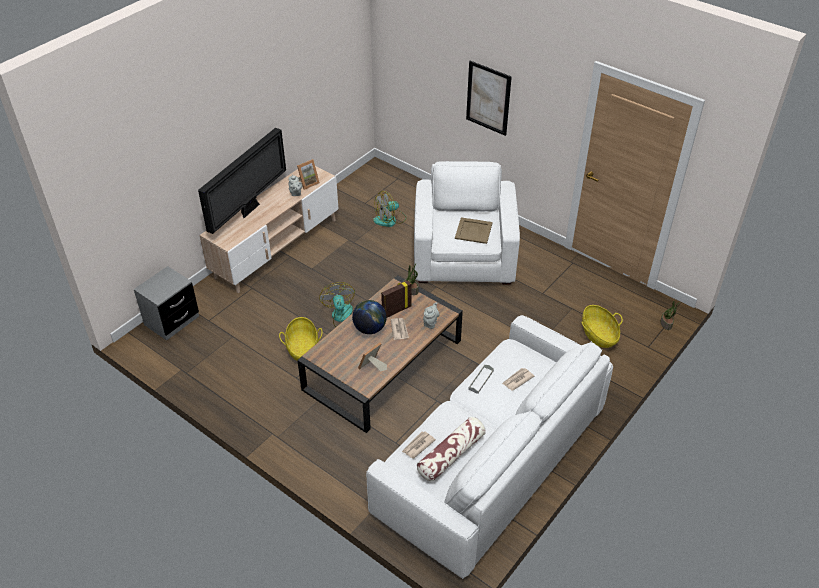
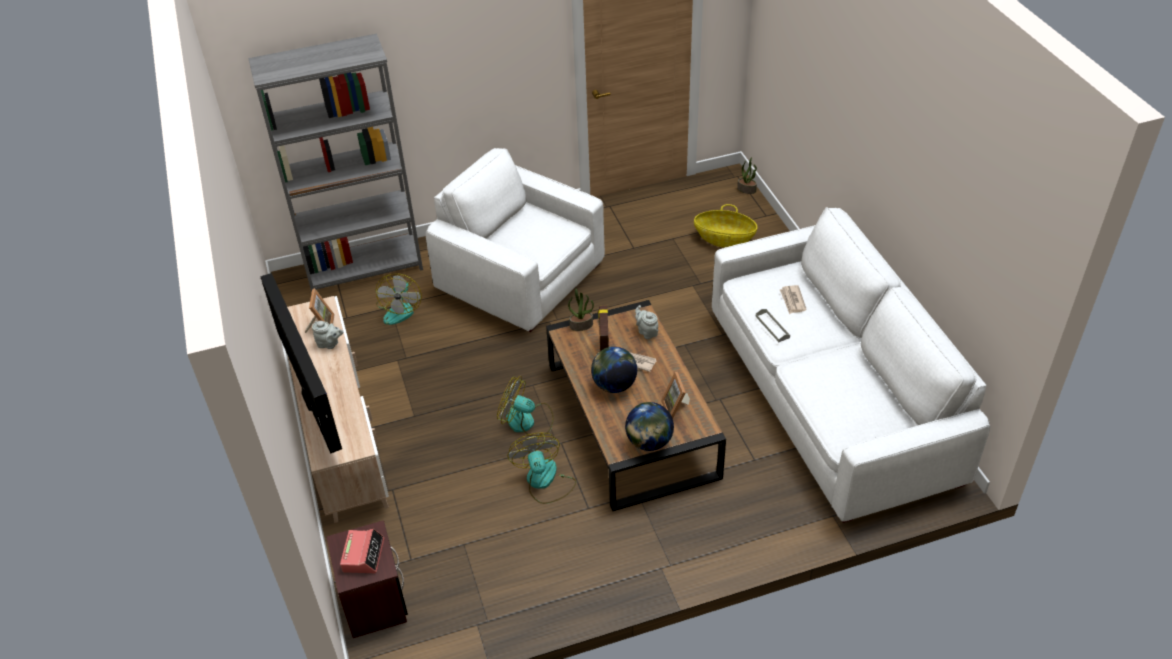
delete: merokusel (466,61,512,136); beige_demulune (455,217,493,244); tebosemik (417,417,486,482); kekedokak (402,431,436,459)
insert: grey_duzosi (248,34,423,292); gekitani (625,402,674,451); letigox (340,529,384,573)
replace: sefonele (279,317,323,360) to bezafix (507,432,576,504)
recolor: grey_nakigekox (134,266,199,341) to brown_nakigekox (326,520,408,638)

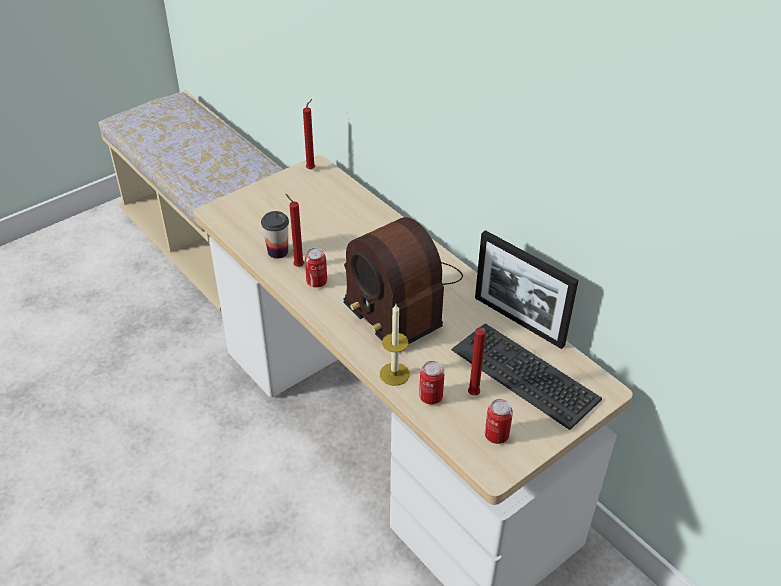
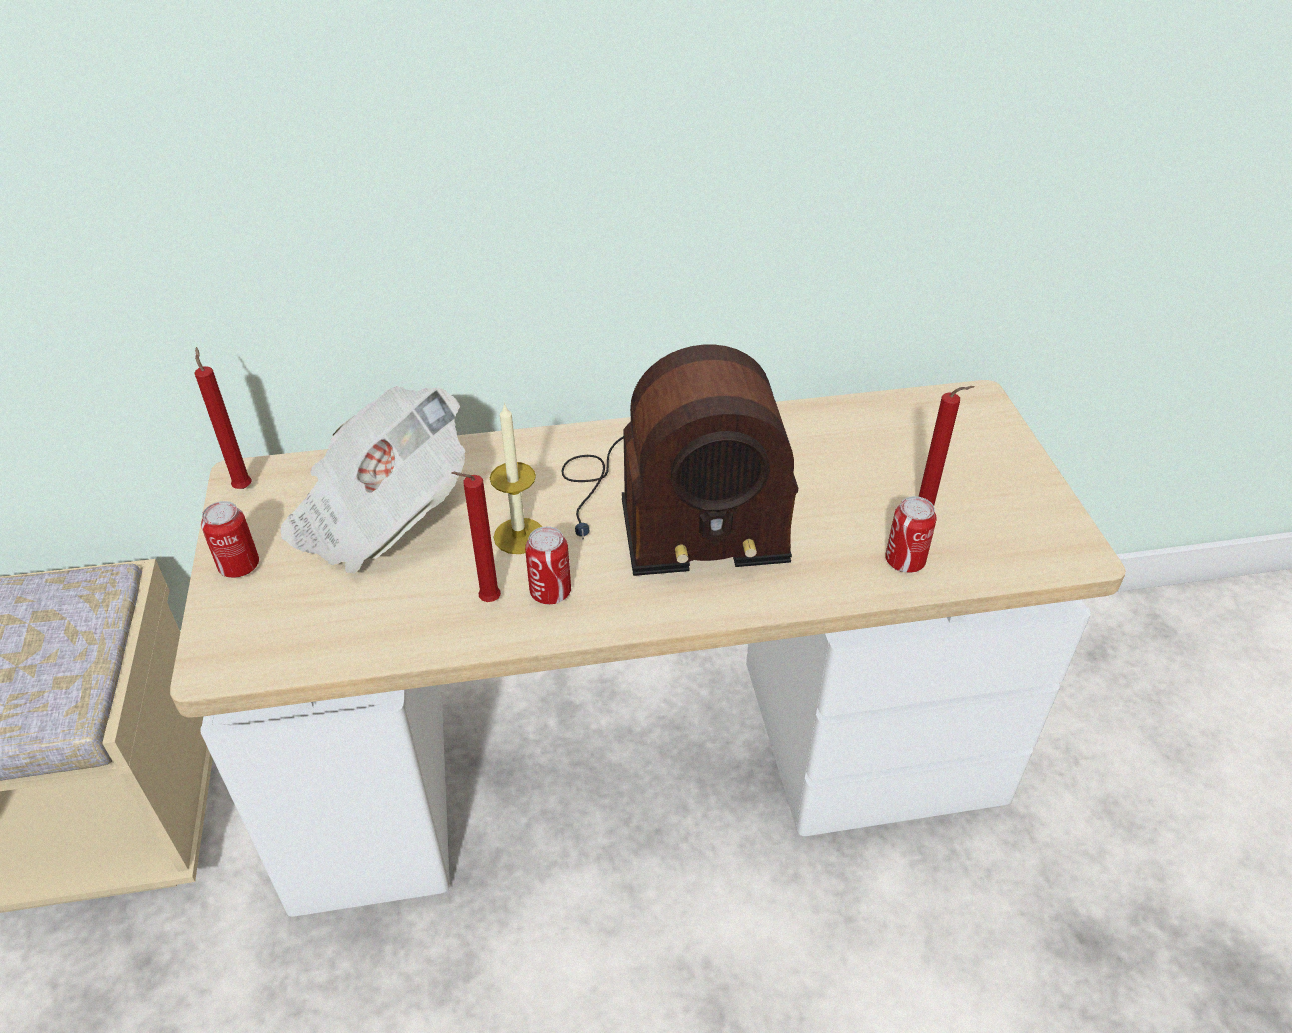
delete: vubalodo (261,211,289,259); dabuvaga (475,230,579,349); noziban (451,323,602,430)
insert: kekedokak (280,386,465,574)
move: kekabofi (380,304,410,386) to (490,402,542,554); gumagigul (485,399,513,444) to (201,501,259,578)

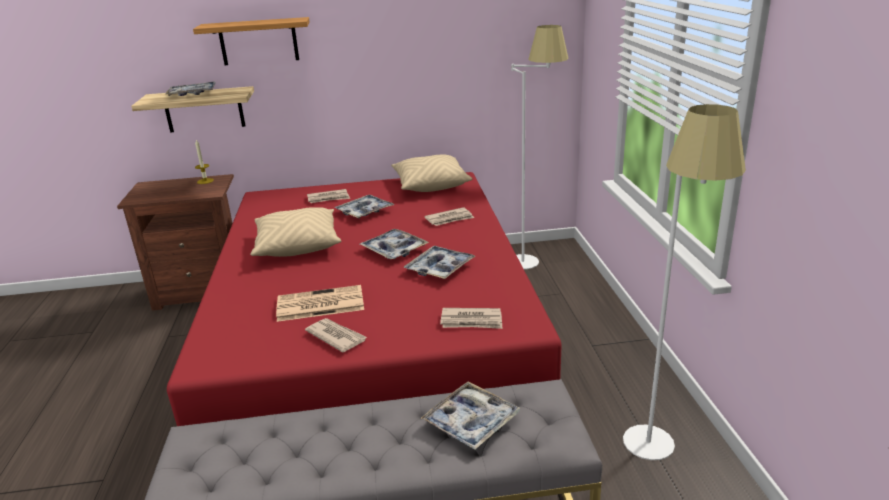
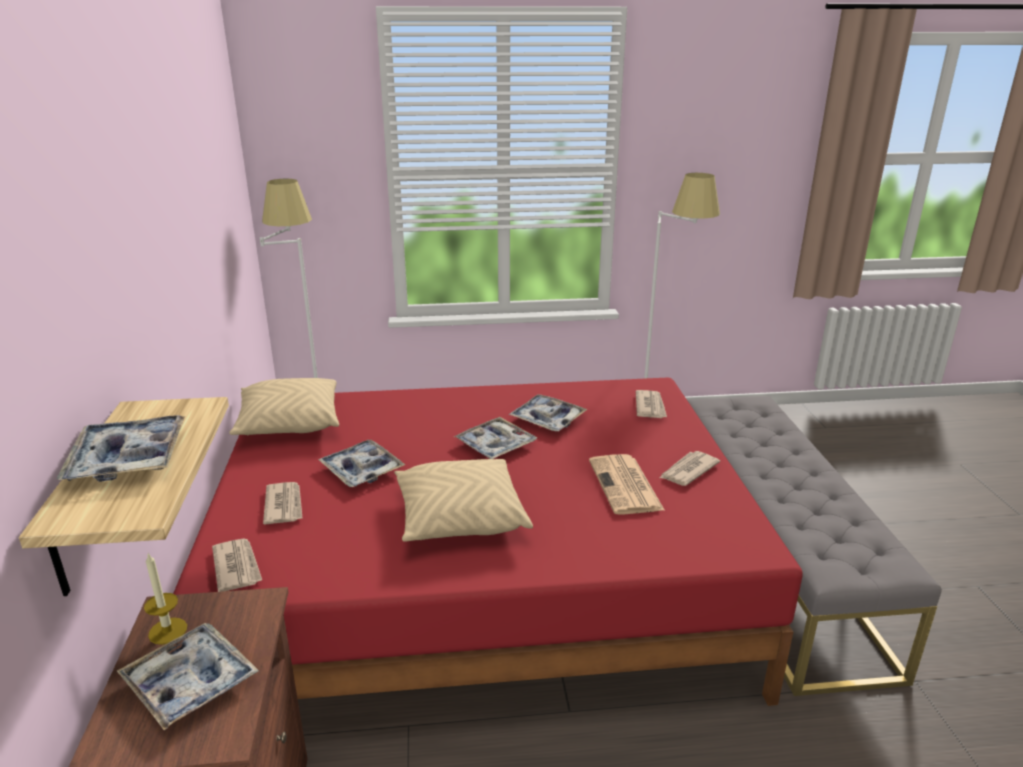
delete: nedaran (193,17,310,65)
move: kekedokak (424,207,474,226) to (212,538,262,592); demulune (420,381,520,450) to (117,623,259,730)

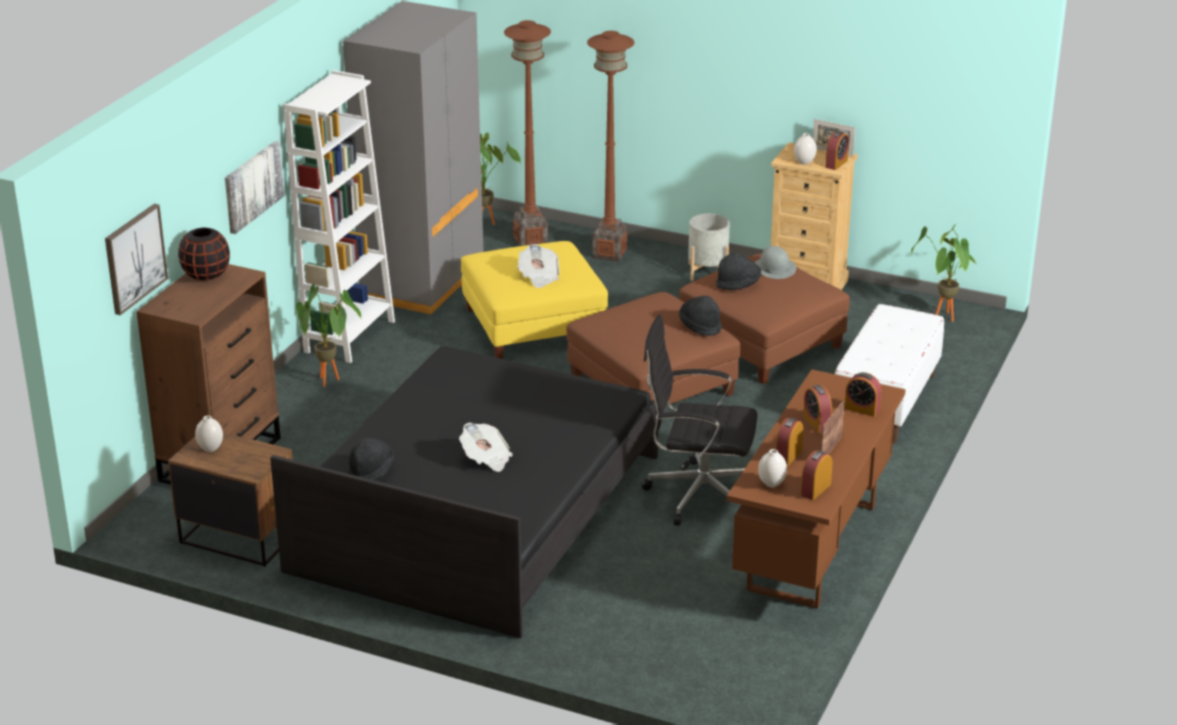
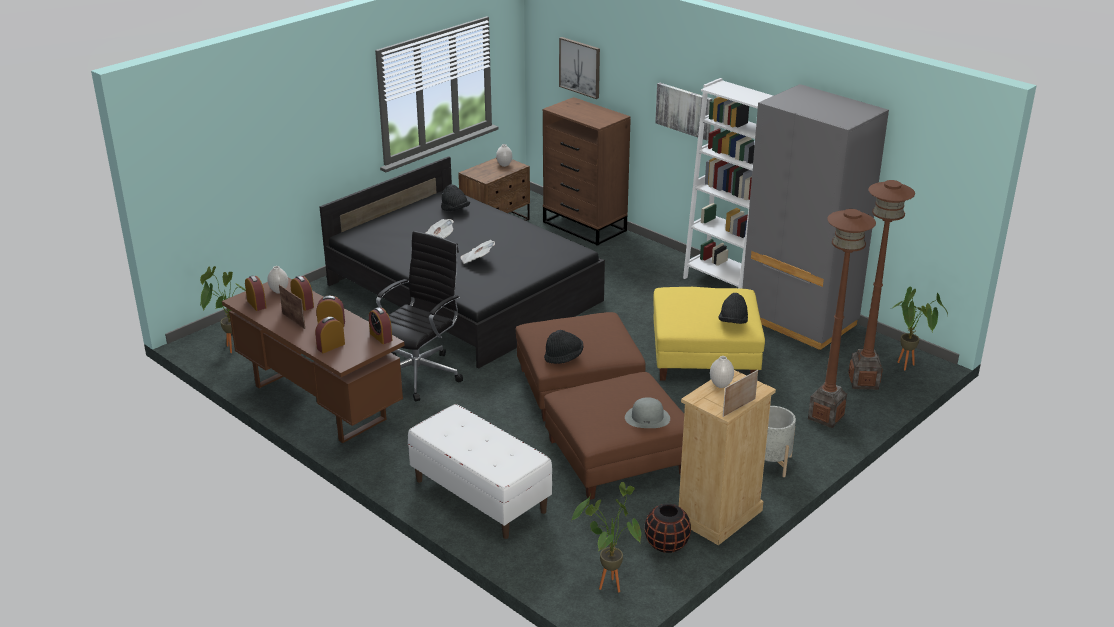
move: letigox (825,131,849,170) to (369,307,393,344); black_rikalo (178,228,230,281) to (645,504,691,553); kekedokak (518,244,560,288) to (460,240,495,264); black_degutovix (716,253,761,290) to (719,293,748,324); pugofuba (296,284,362,387) to (199,266,246,353)

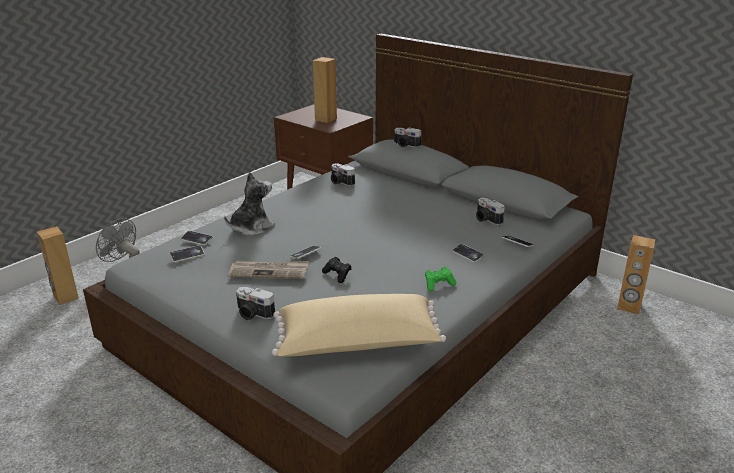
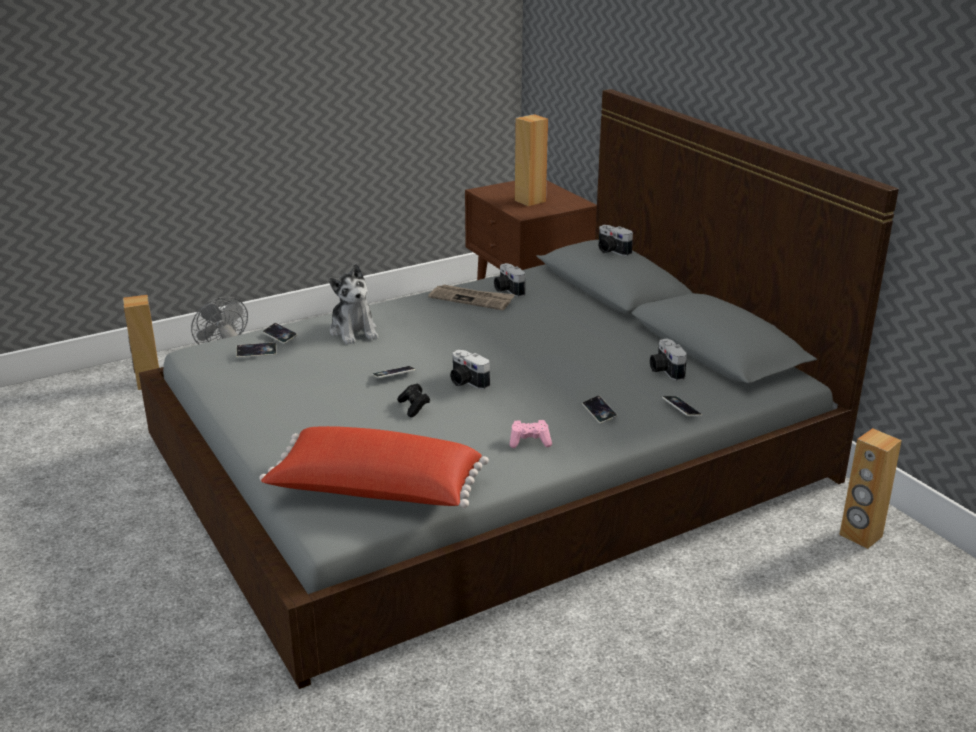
move: kekedokak (228,261,309,279) to (428,284,515,310); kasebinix (236,287,275,320) to (450,350,490,389)
recolor: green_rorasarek (425,267,456,291) to pink_rorasarek (509,420,552,448); beige_tebosemik (272,294,446,356) to red_tebosemik (259,426,489,508)
rotate: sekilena (224,171,275,236) = (329,264,378,345) 90 degrees clockwise

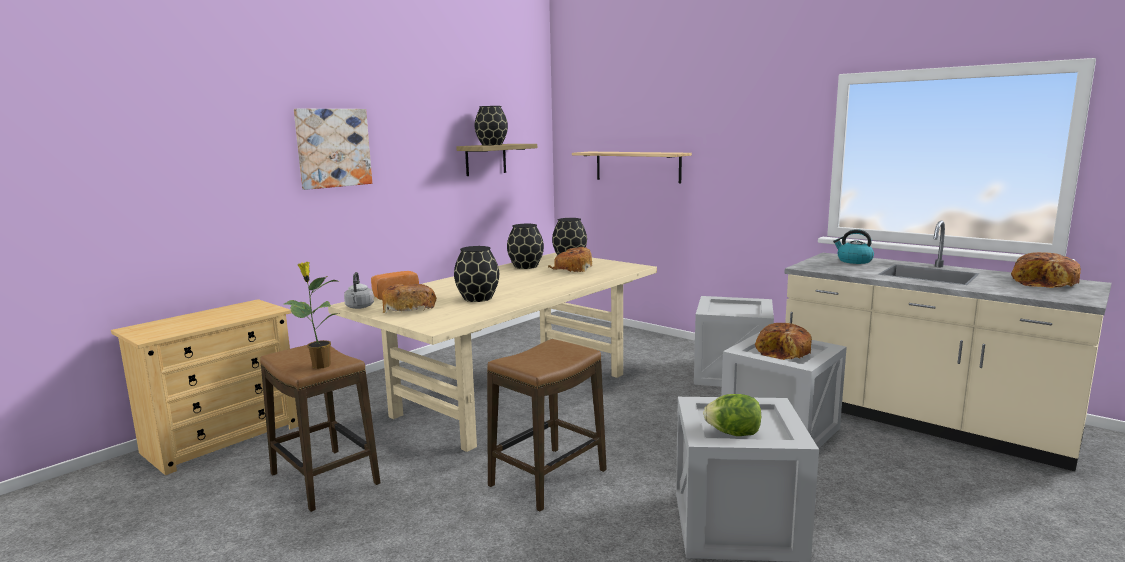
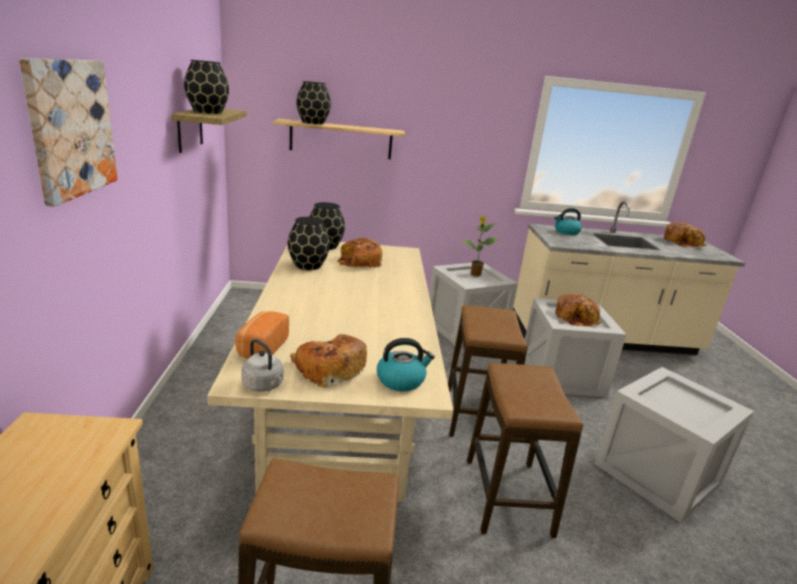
delete: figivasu (703,394,761,436)
insert: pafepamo (448,305,528,437); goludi (377,338,435,391)
move: black_rikalo (454,246,499,302) to (296,81,331,125); pugofuba (284,262,340,369) to (461,216,499,276)

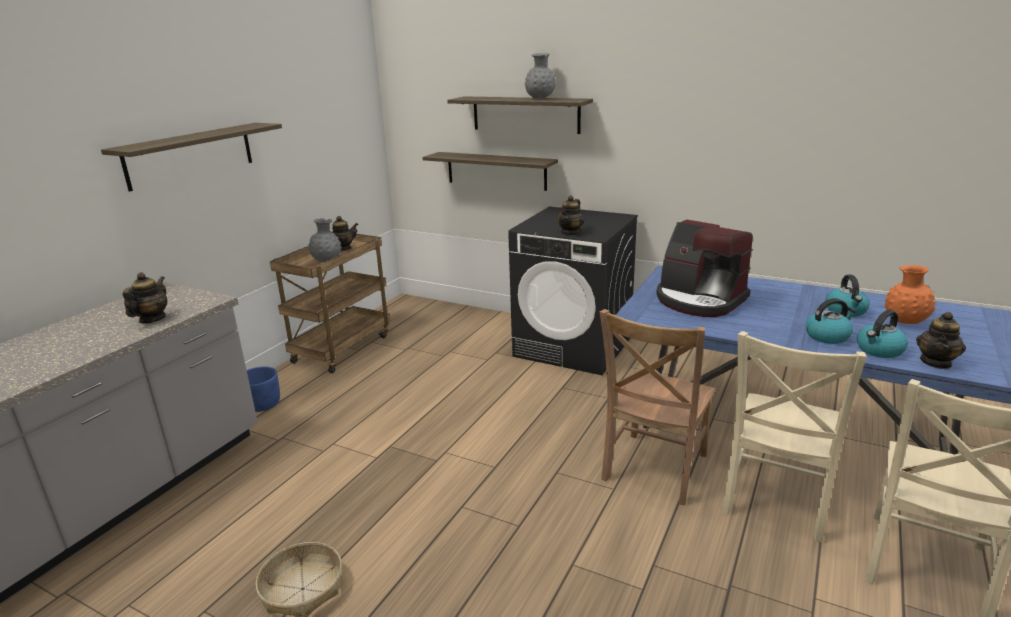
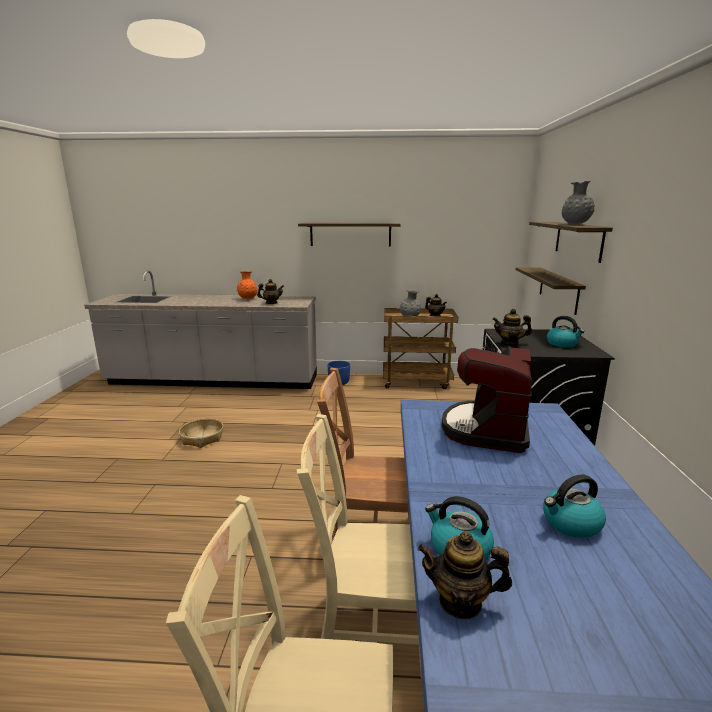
move: orange_rikalo (884,265,935,324) to (237,271,257,299); goludi (806,298,856,344) to (547,316,585,348)

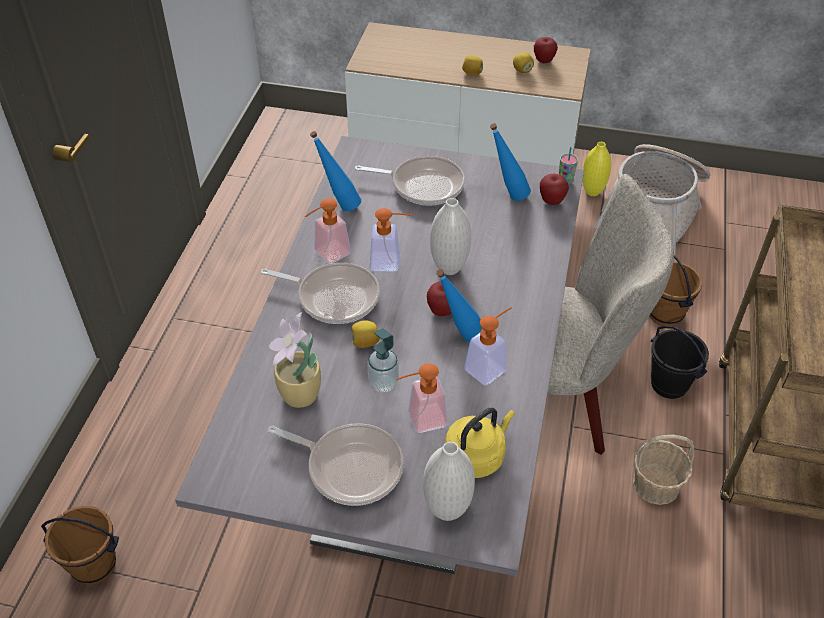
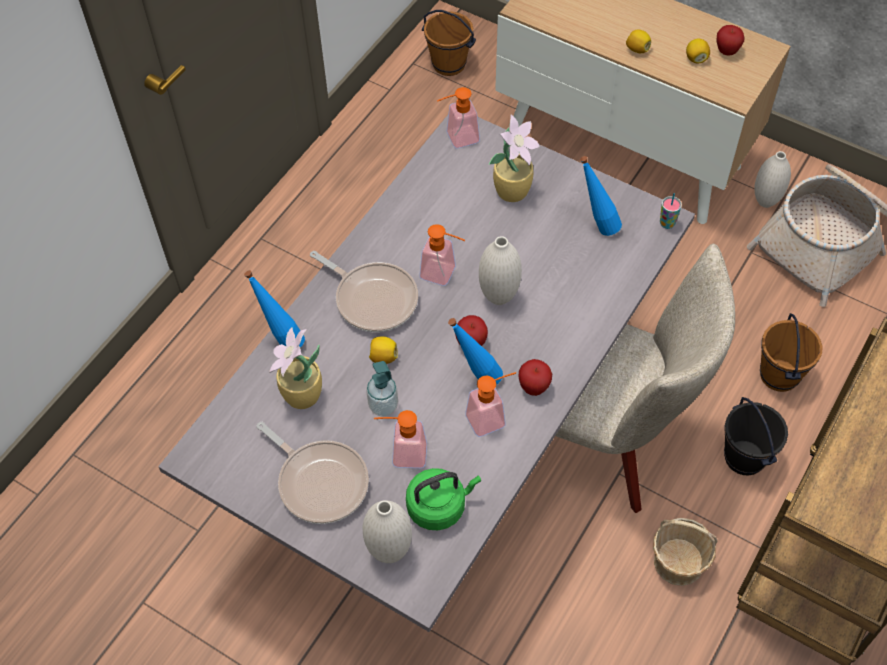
move: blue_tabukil (310,131,361,211) to (244,270,305,348); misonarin (540,174,569,205) to (518,359,552,396); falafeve (305,198,351,264) to (437,87,480,148); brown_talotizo (41,506,119,585) to (422,10,476,76)
replace: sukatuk (355,156,465,206) to pugofuba (489,115,540,202)
recolor: yellow_rikalo (582,142,611,196) to white_rikalo (754,151,791,208); yellow_goludi (445,407,515,478) to green_goludi (406,468,481,530)

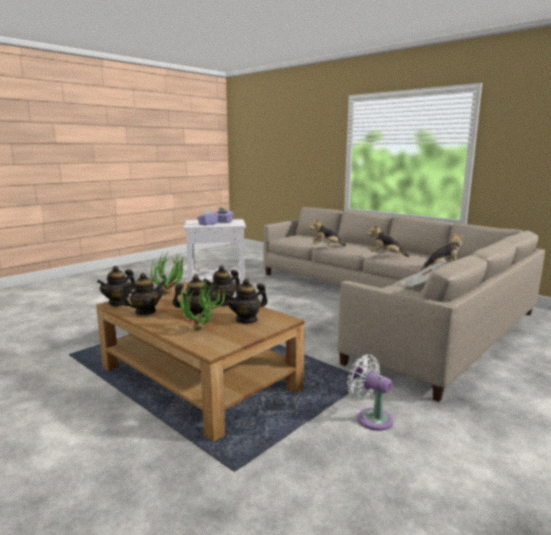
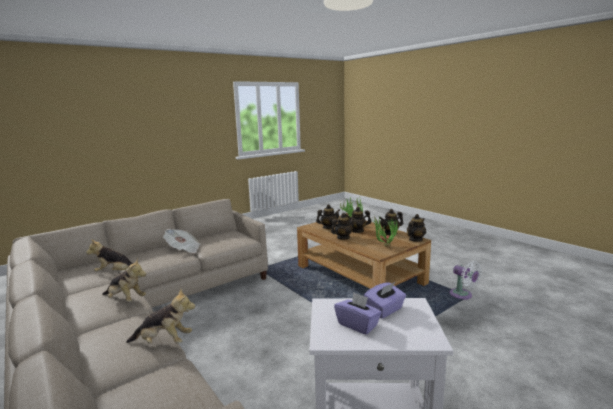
move: white_bezafix (347,354,393,431) to (449,261,482,300)

